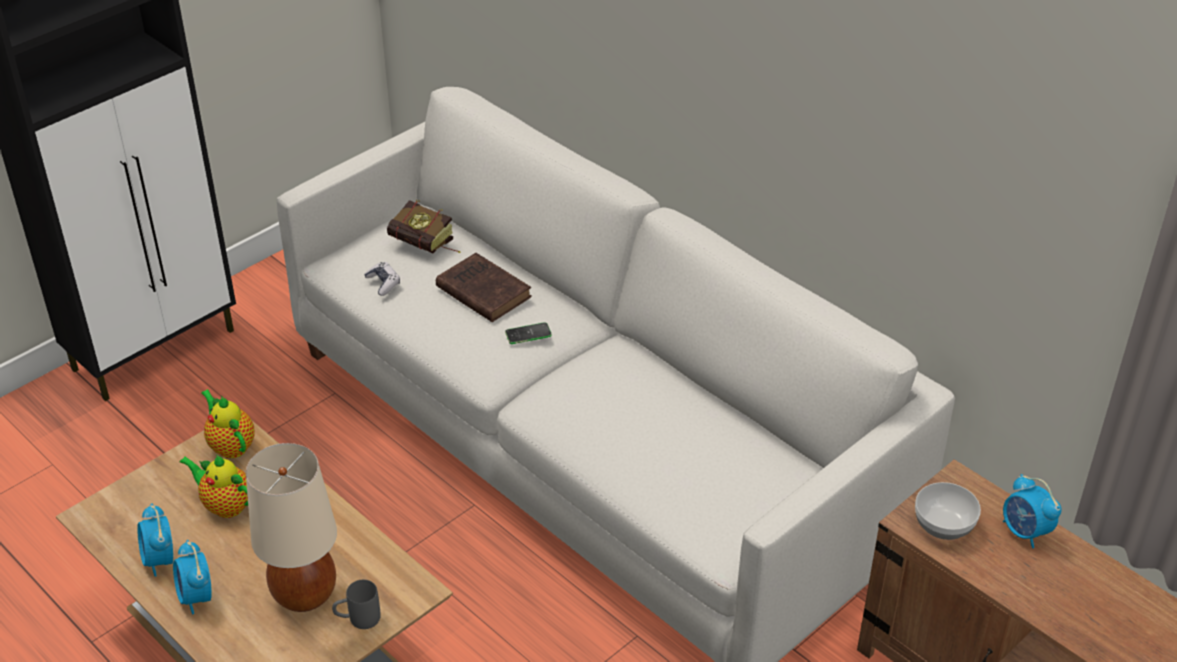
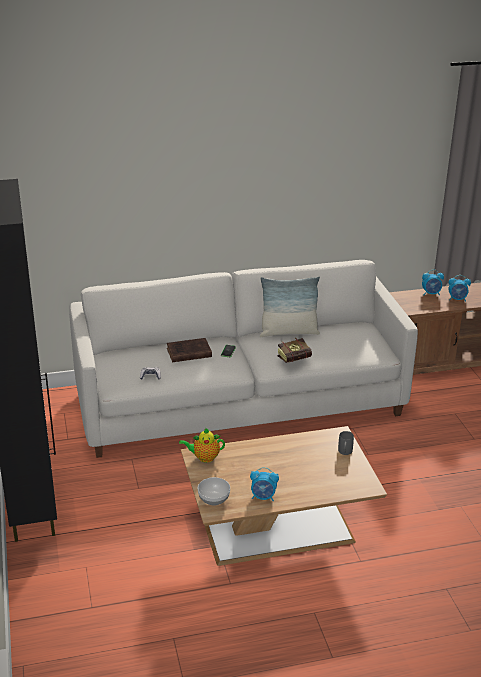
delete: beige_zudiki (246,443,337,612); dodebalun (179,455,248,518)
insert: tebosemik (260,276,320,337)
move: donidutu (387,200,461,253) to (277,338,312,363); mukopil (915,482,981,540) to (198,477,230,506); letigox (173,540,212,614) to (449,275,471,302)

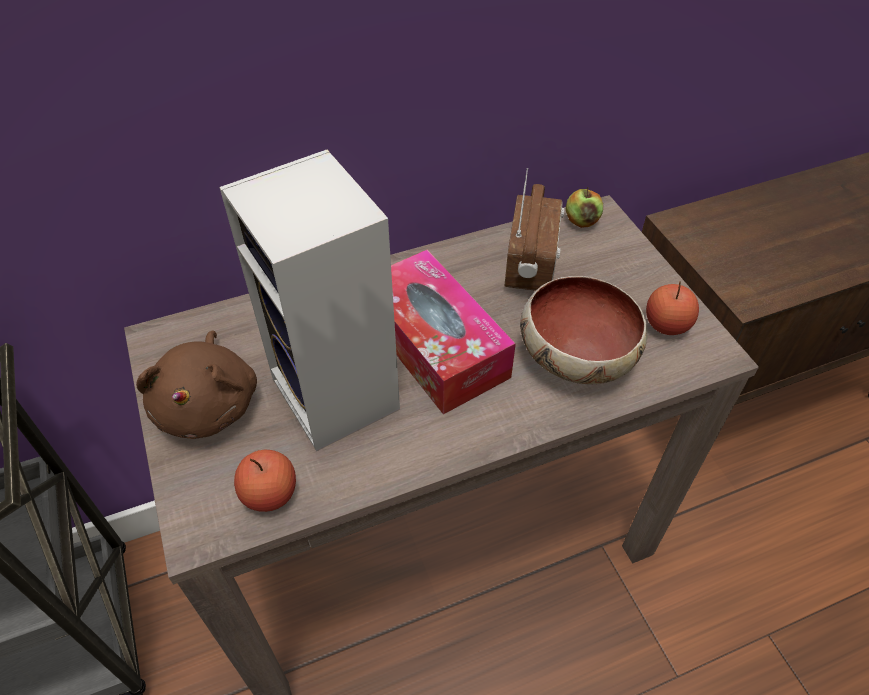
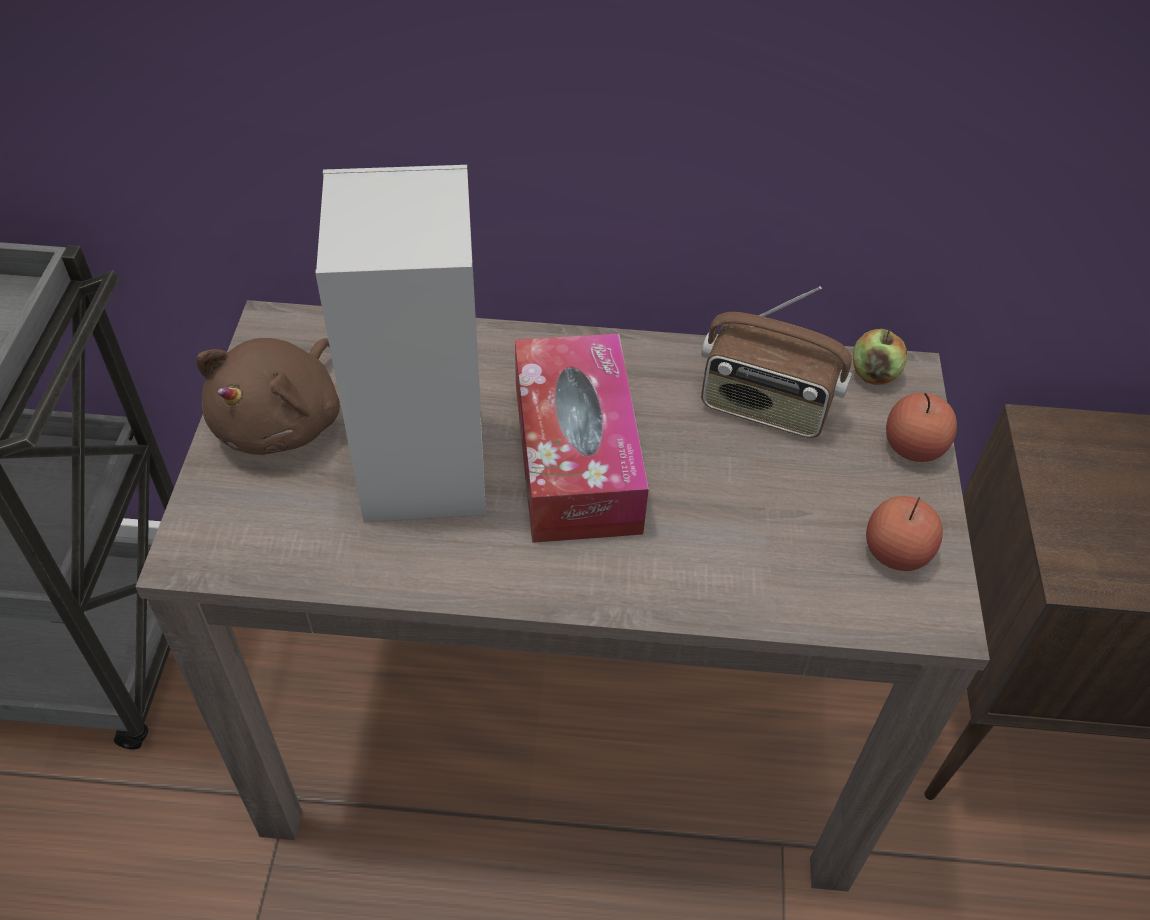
delete: mukopil (520,276,647,385)
move: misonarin (234,450,296,512) to (886,393,957,462)
rotate: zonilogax (505,168,565,291) = (701,286,852,438) 75 degrees clockwise

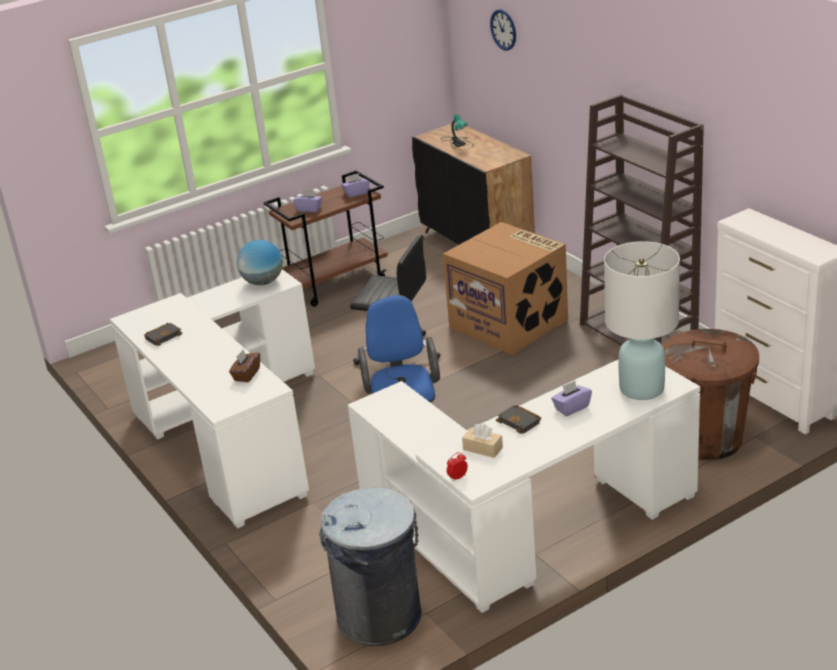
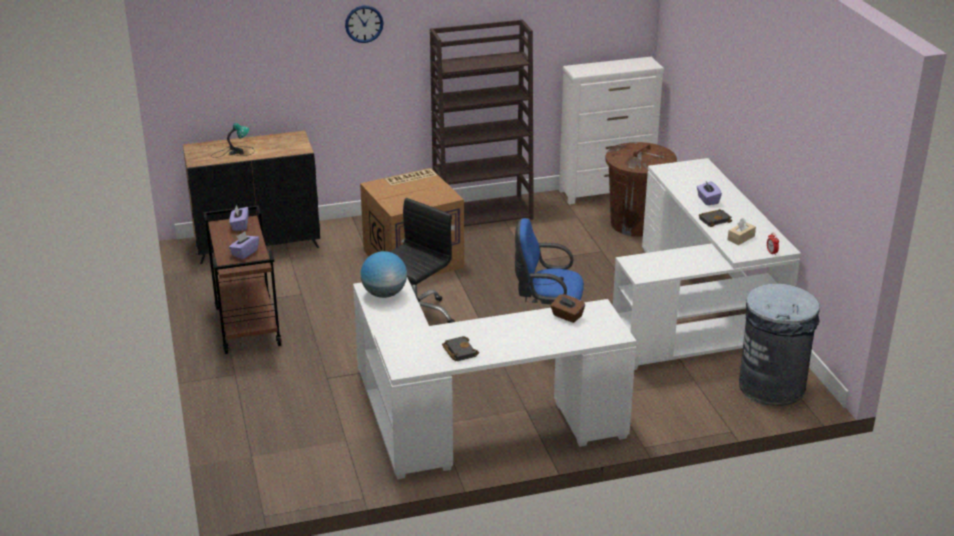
delete: white_zudiki (604,241,680,400)
move: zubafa (490,9,516,51) to (345,5,383,43)

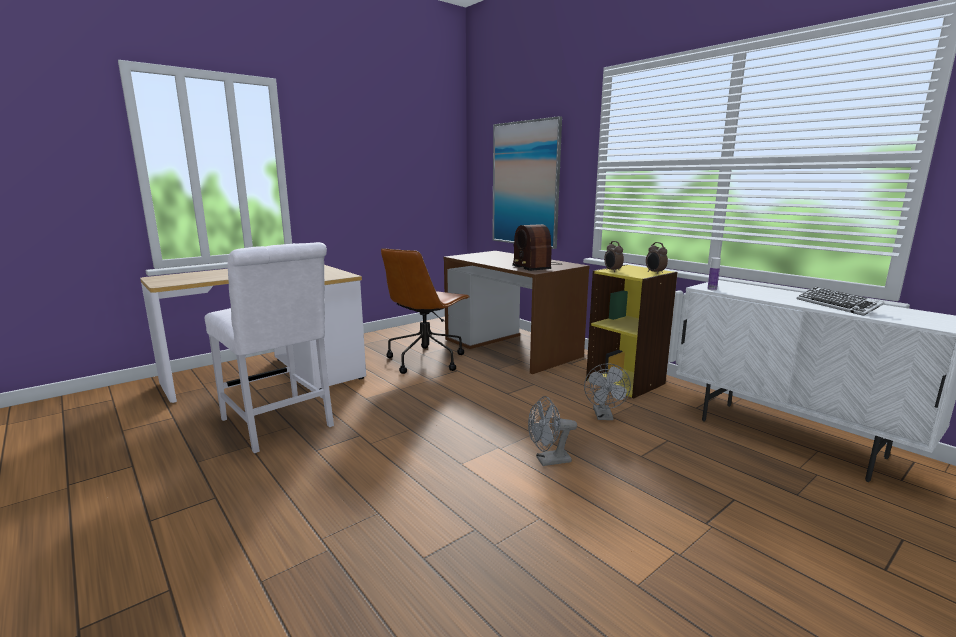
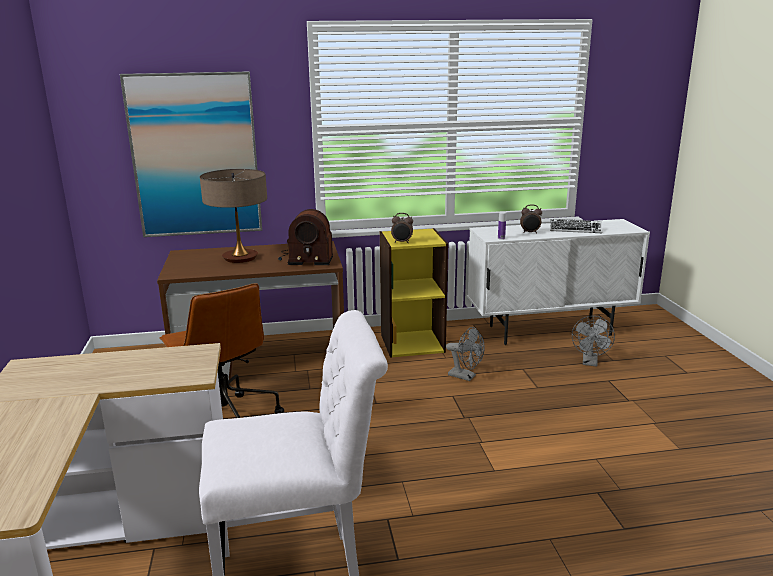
insert: zudiki (200,169,267,263)
move: letigox (646,242,668,274) to (520,205,542,234); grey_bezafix (528,396,577,466) to (572,316,615,366)

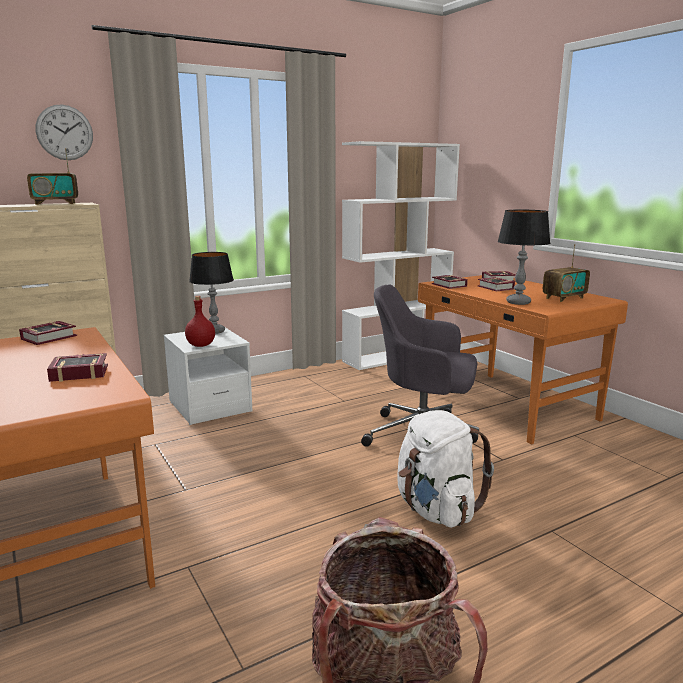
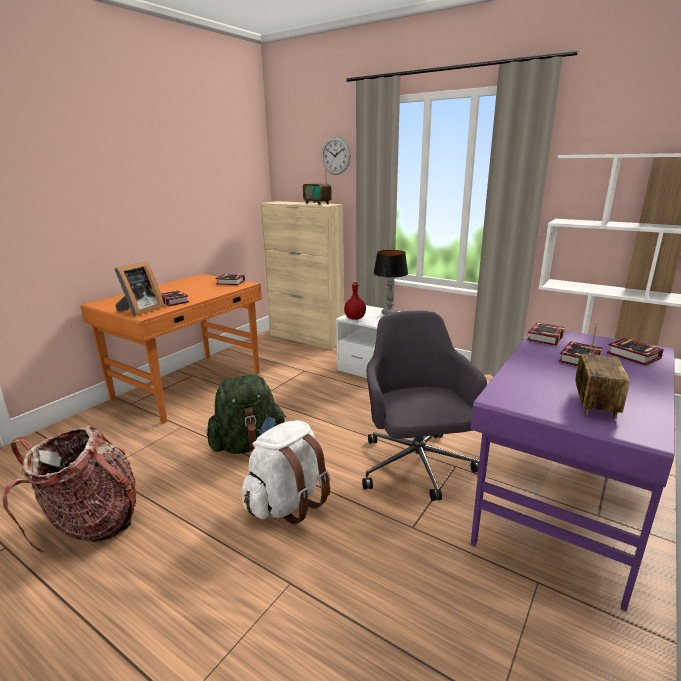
delete: zudiki (498,210,550,305)
insert: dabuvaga (114,261,165,316); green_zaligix (206,374,286,454)
recolor: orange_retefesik (418,275,628,445) to purple_retefesik (471,330,675,611)
rotate: zonilogax (543,244,590,302) = (575,323,630,419) 105 degrees counterclockwise

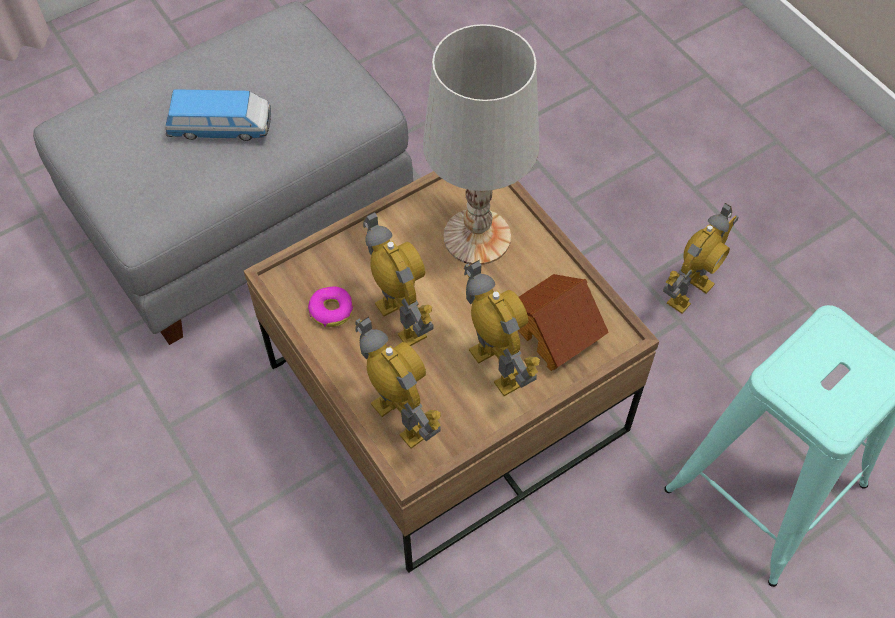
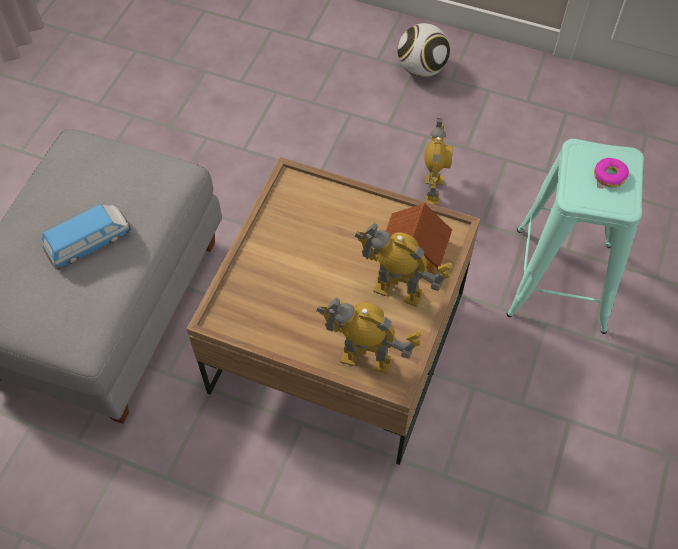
delete: white_zudiki (423,24,539,265); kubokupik (363,211,434,346)
insert: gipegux (398,23,450,77)
move: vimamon (308,286,353,327) to (594,158,629,187)

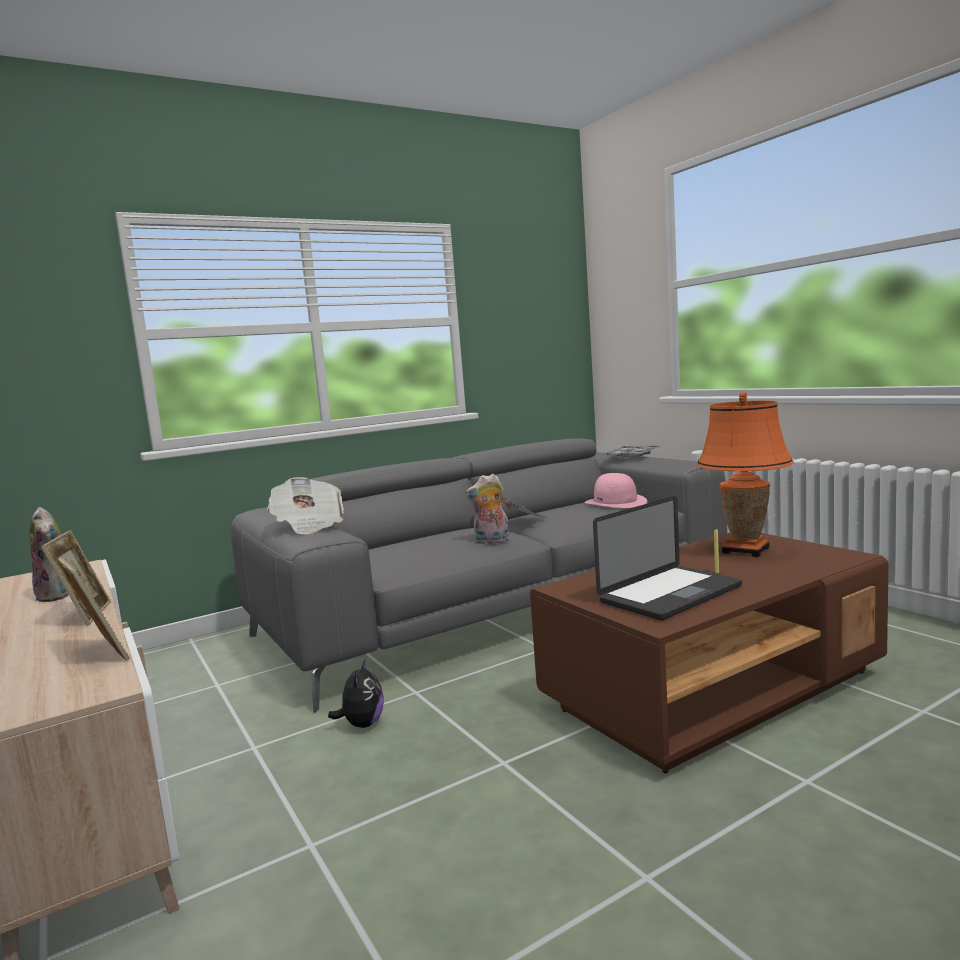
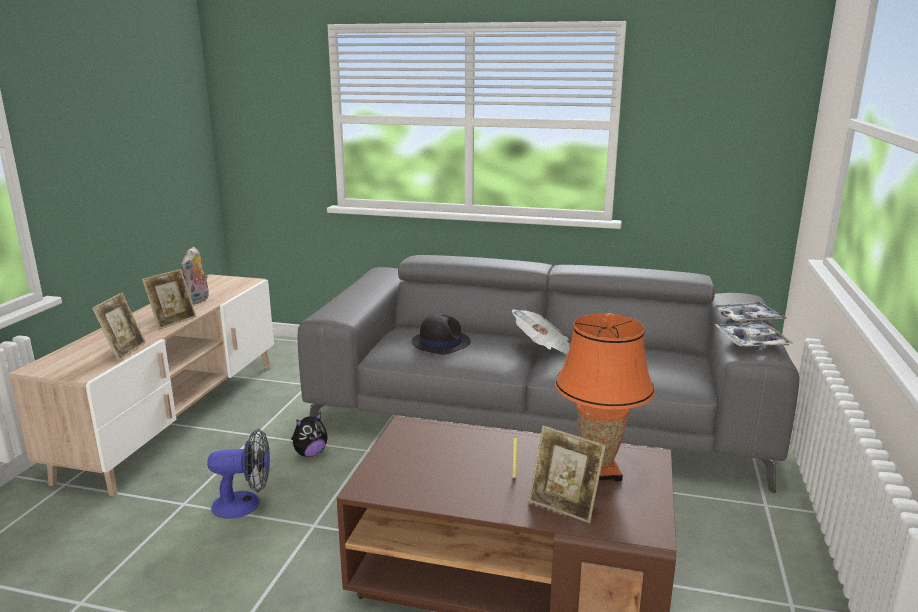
delete: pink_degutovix (585,473,647,508); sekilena (465,474,510,544); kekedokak (267,477,344,535); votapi (593,496,742,620)
insert: black_degutovix (412,313,471,355); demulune (715,322,794,350); dabuvaga (528,426,606,523); bezafix (207,429,270,519)

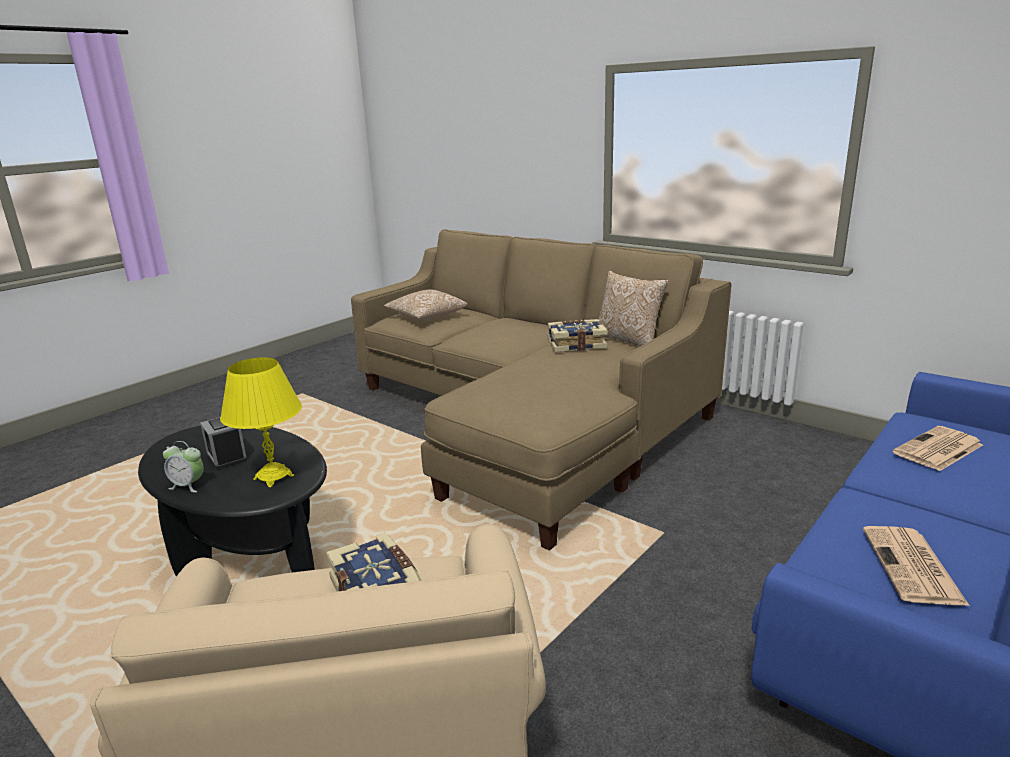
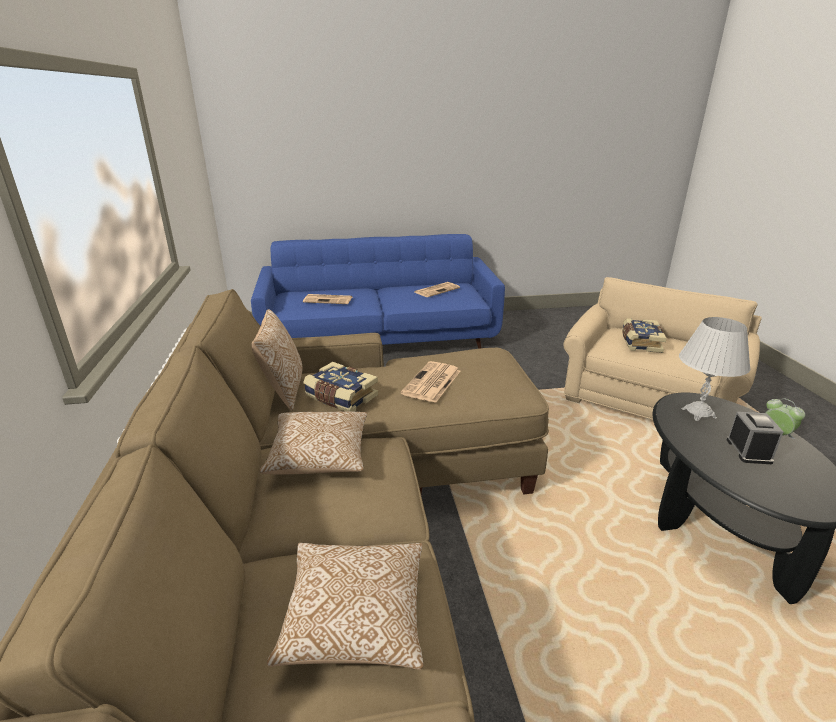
insert: kekedokak (401,361,460,403); tebosemik (260,411,367,474)
recolor: yellow_zudiki (220,357,302,487) to white_zudiki (679,317,751,421)

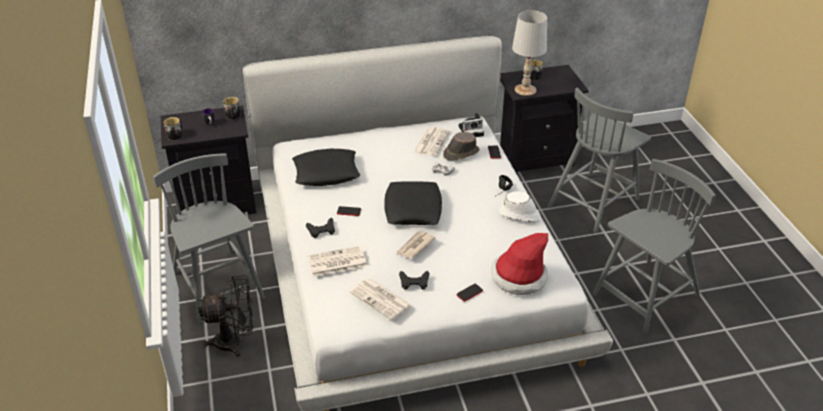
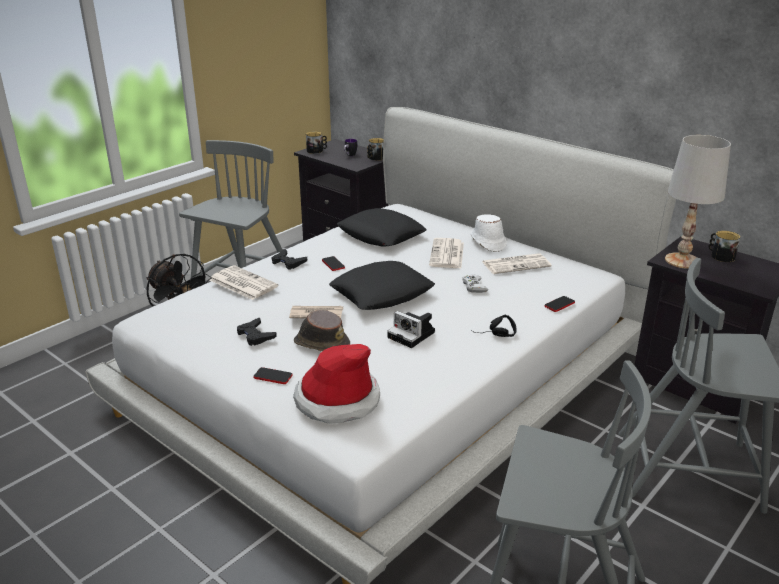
move: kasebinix (459,113,484,137) to (387,311,435,348); brown_degutovix (443,132,480,160) to (294,310,350,351); white_degutovix (499,191,541,222) to (470,214,507,252); kekedokak (350,278,411,320) to (429,238,464,268)

